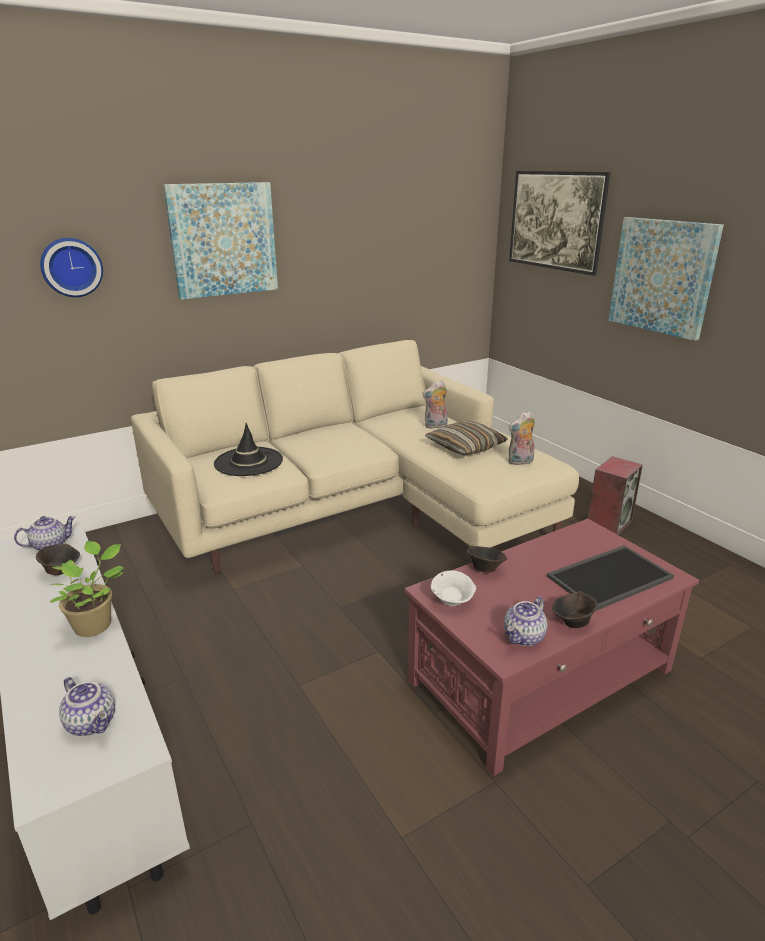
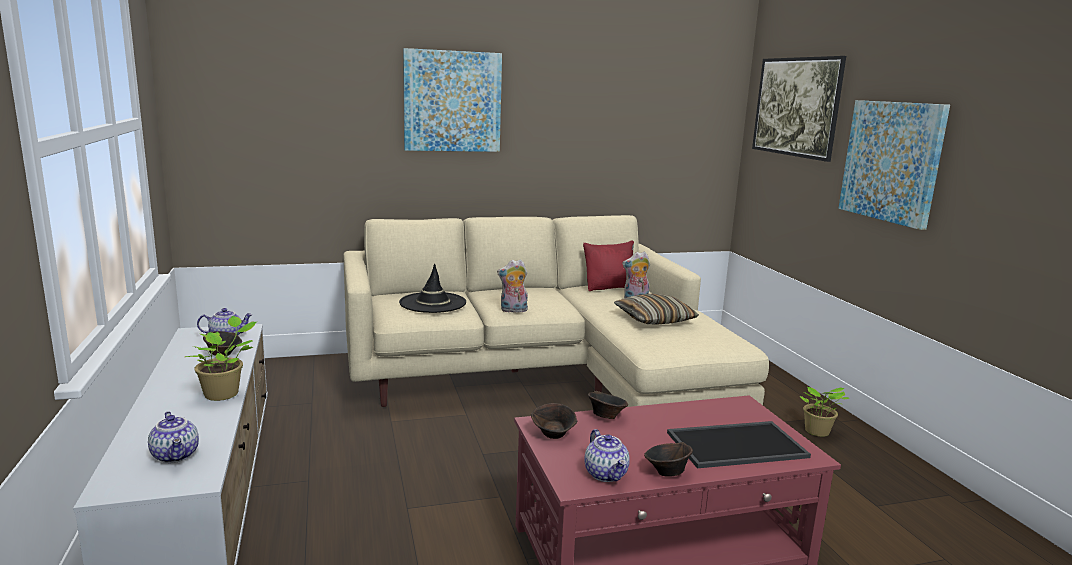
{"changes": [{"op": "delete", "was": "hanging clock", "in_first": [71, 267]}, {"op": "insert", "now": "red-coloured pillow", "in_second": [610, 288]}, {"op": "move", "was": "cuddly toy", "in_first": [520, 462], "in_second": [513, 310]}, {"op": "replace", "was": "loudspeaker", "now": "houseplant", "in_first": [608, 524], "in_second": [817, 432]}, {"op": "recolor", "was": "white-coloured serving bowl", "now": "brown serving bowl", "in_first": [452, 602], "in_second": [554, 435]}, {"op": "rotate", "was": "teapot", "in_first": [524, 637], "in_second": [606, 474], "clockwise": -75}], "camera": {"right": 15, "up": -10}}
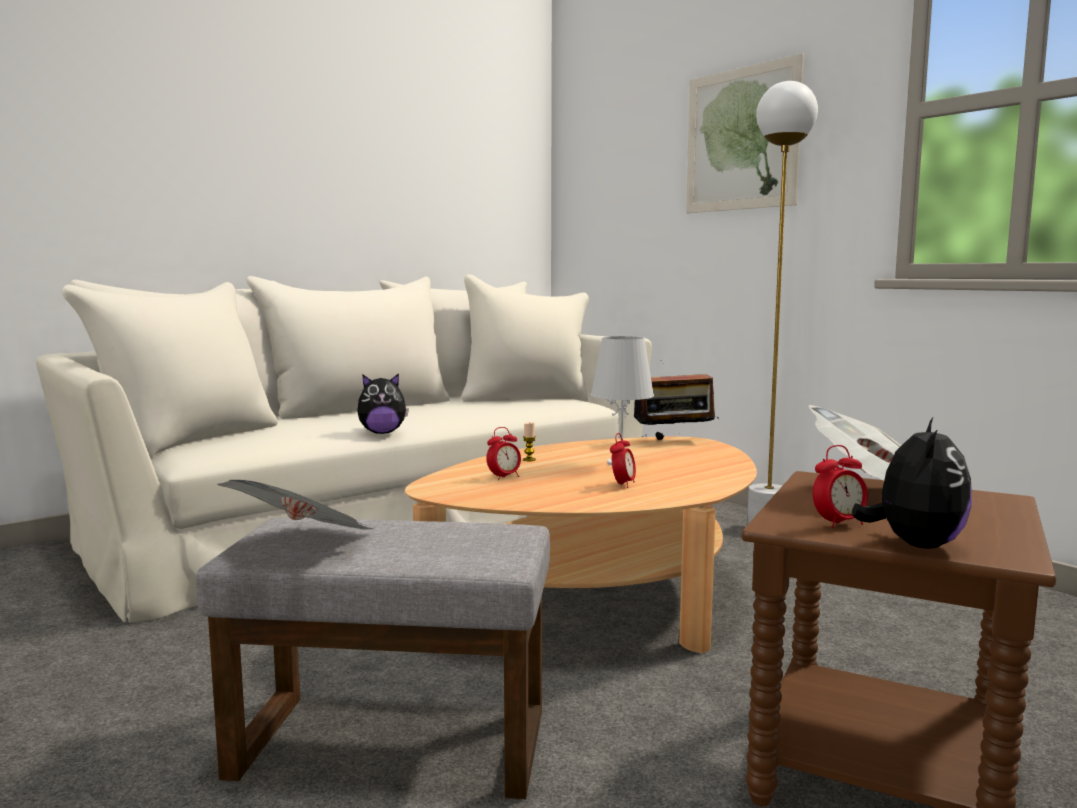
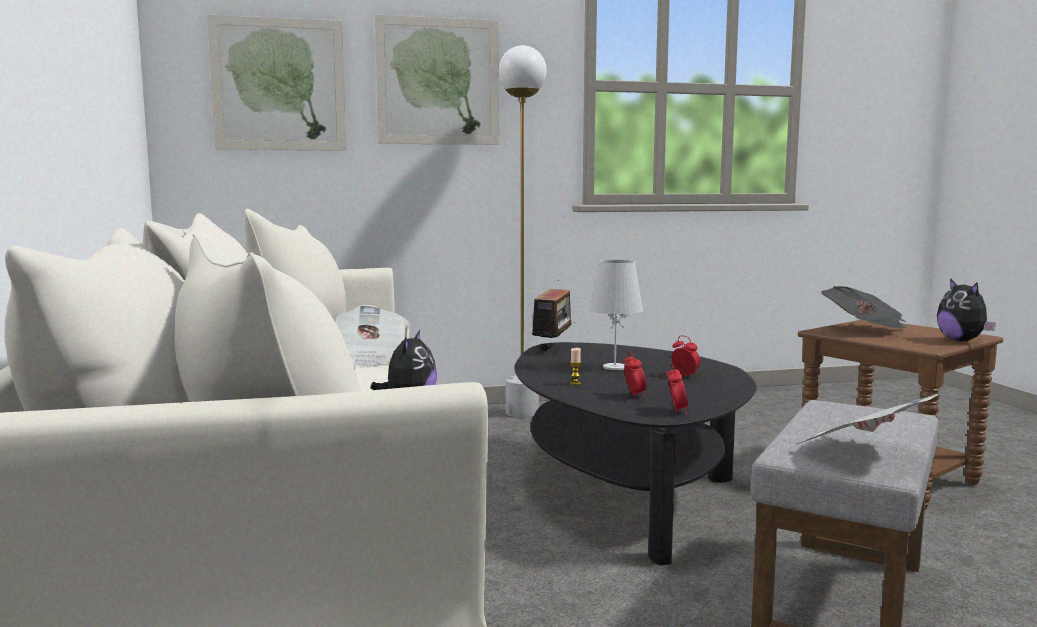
{"changes": [{"op": "insert", "now": "picture", "in_second": [279, 84]}, {"op": "insert", "now": "daily paper", "in_second": [371, 358]}, {"op": "move", "was": "alarm clock", "in_first": [838, 524], "in_second": [676, 411]}, {"op": "recolor", "was": "beige-coloured coffee table", "now": "blackish coffee table", "in_first": [600, 603], "in_second": [624, 488]}, {"op": "rotate", "was": "cuddly toy", "in_first": [914, 544], "in_second": [962, 341], "clockwise": -150}], "camera": {"right": -65, "up": 0}}
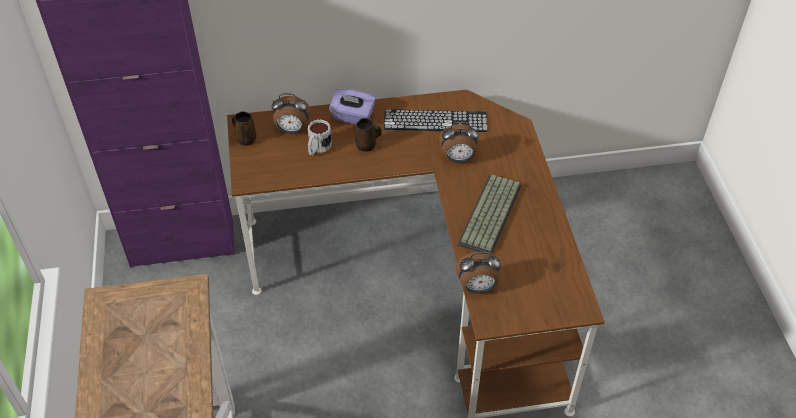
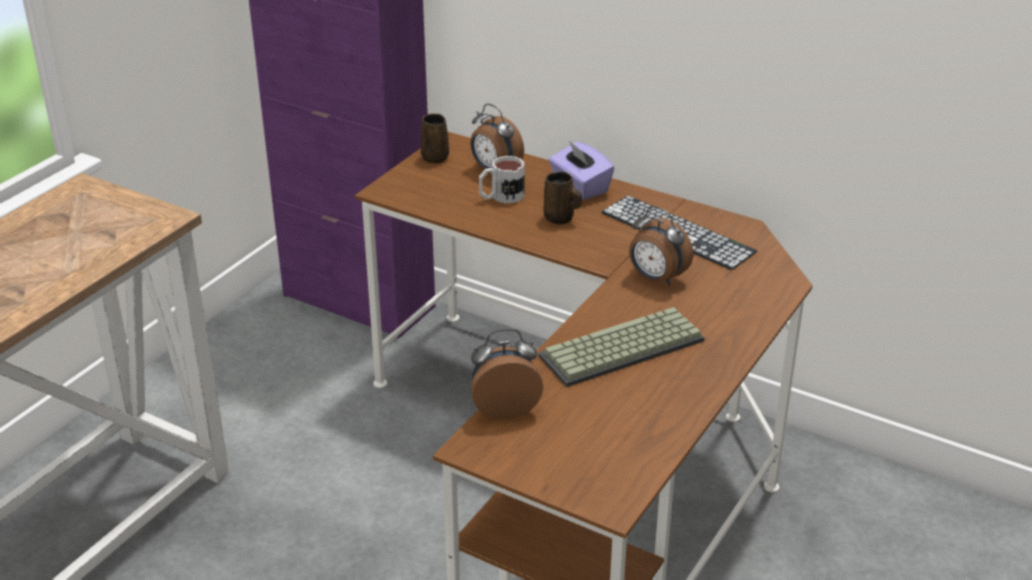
{"changes": [{"op": "rotate", "was": "alarm clock", "in_first": [477, 287], "in_second": [504, 408], "clockwise": 135}], "camera": {"right": 40, "up": -15}}
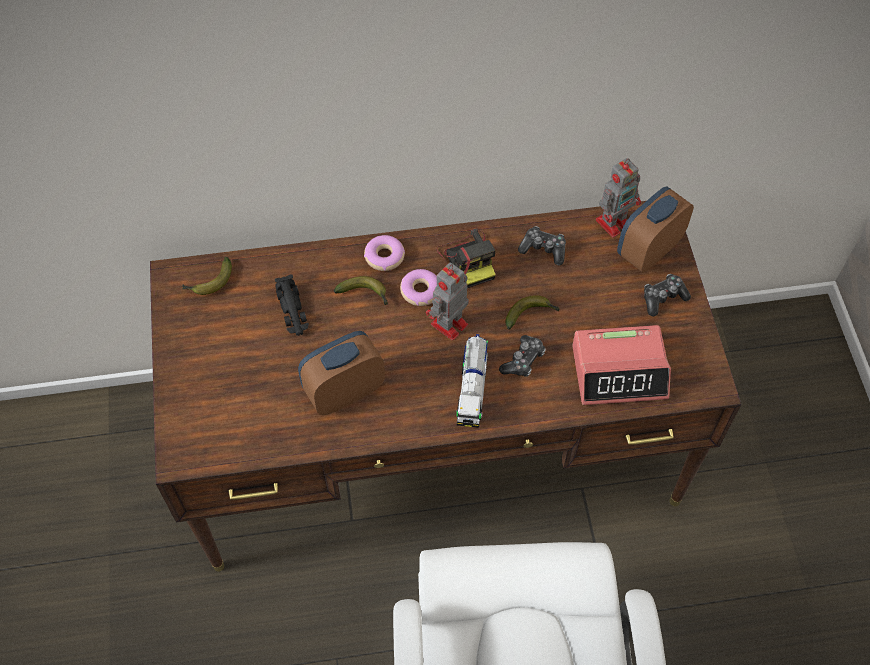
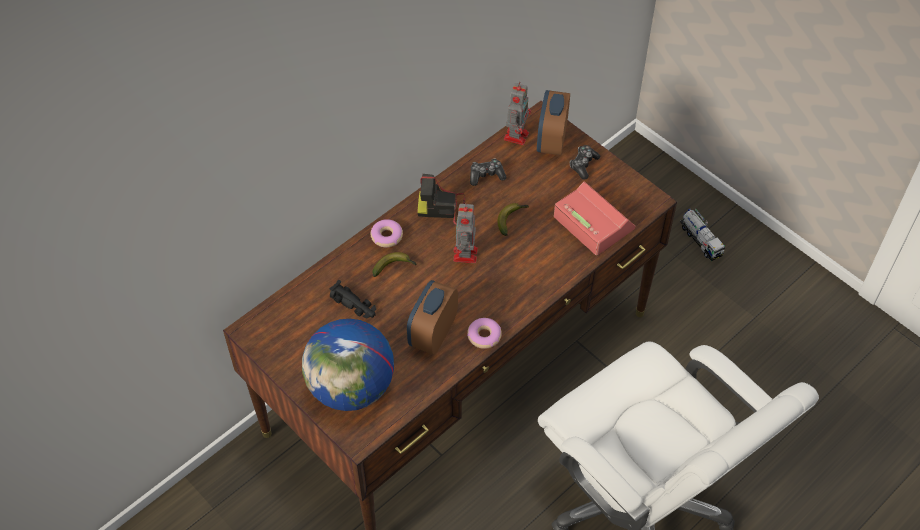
{"changes": [{"op": "delete", "was": "banana", "in_first": [209, 282]}, {"op": "delete", "was": "gamepad", "in_first": [523, 361]}, {"op": "insert", "now": "world globe", "in_second": [351, 388]}, {"op": "move", "was": "donut", "in_first": [420, 291], "in_second": [484, 336]}, {"op": "move", "was": "model truck", "in_first": [472, 389], "in_second": [700, 240]}, {"op": "rotate", "was": "still camera", "in_first": [468, 260], "in_second": [443, 208], "clockwise": 150}, {"op": "rotate", "was": "alarm clock", "in_first": [619, 371], "in_second": [593, 223], "clockwise": -90}], "camera": {"right": -35, "up": -5}}
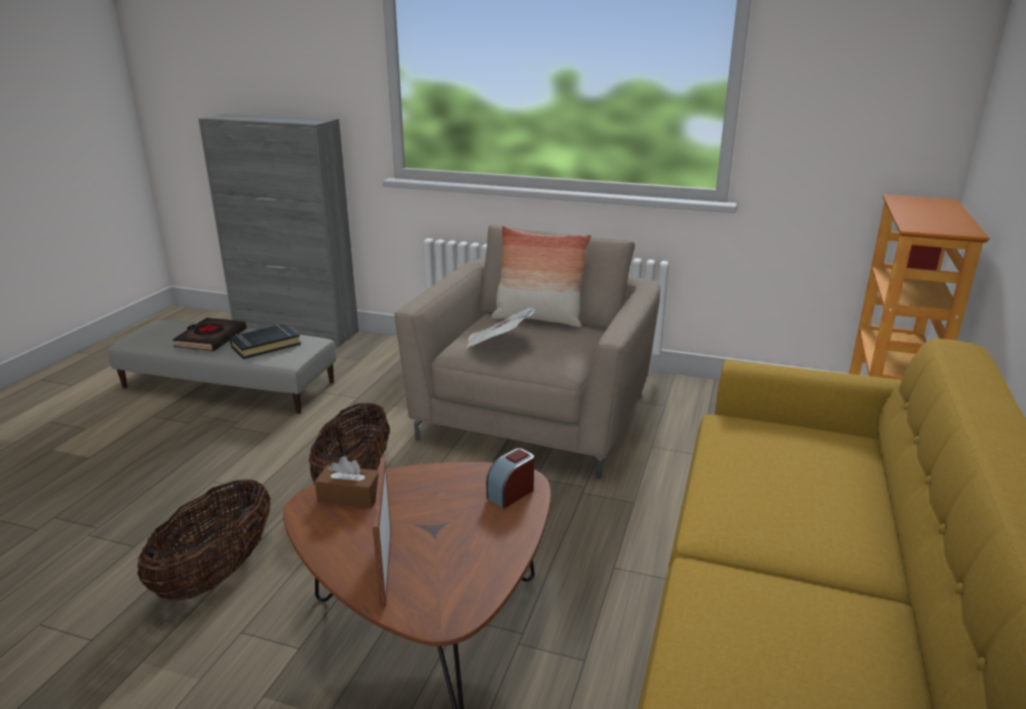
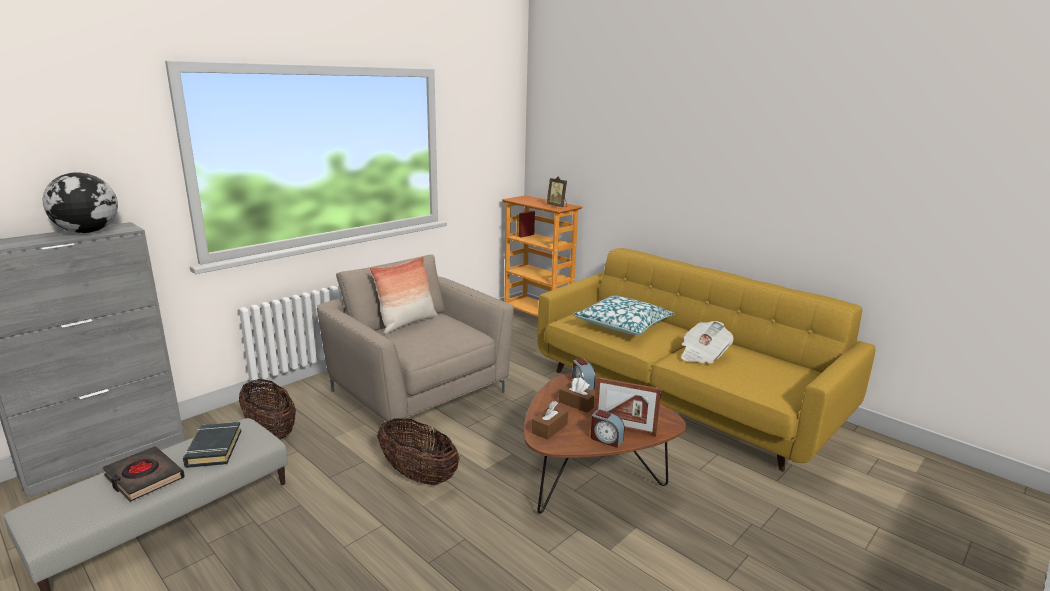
{"changes": [{"op": "insert", "now": "world globe", "in_second": [88, 232]}, {"op": "insert", "now": "picture frame", "in_second": [557, 206]}, {"op": "insert", "now": "brown box of tissues", "in_second": [577, 403]}, {"op": "insert", "now": "pillow", "in_second": [623, 325]}, {"op": "insert", "now": "alarm clock", "in_second": [606, 439]}, {"op": "move", "was": "storage basket", "in_first": [217, 573], "in_second": [270, 431]}, {"op": "move", "was": "daily paper", "in_first": [497, 345], "in_second": [703, 355]}], "camera": {"right": -65, "up": -5}}
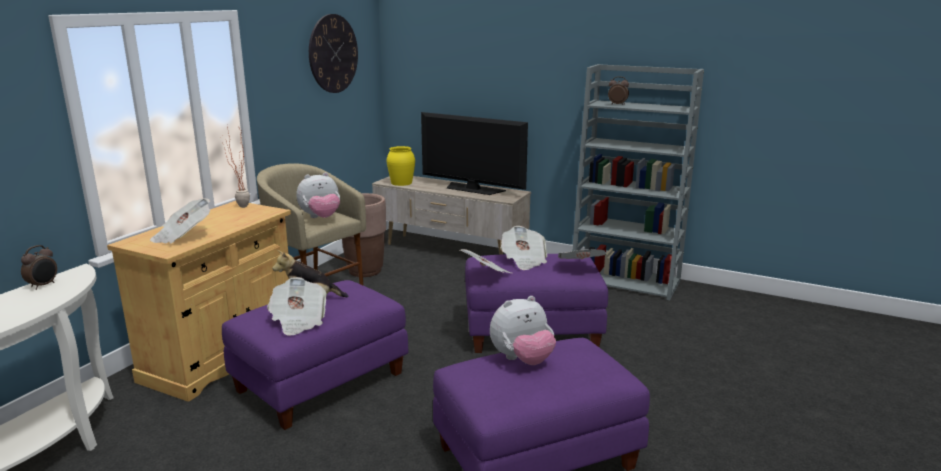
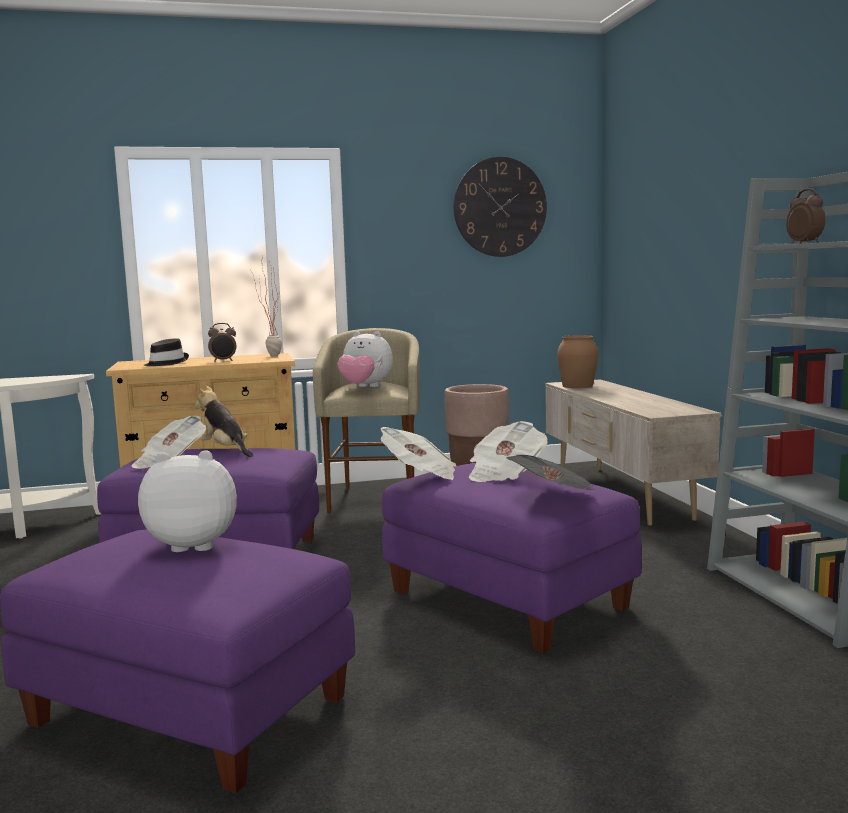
{"changes": [{"op": "delete", "was": "television", "in_first": [473, 189]}, {"op": "move", "was": "alarm clock", "in_first": [43, 285], "in_second": [223, 361]}, {"op": "replace", "was": "daily paper", "now": "blackish wearable hat", "in_first": [183, 236], "in_second": [165, 363]}, {"op": "recolor", "was": "yellow-coloured vase", "now": "brown vase", "in_first": [401, 182], "in_second": [577, 386]}, {"op": "rotate", "was": "cuddly toy", "in_first": [522, 360], "in_second": [194, 545], "clockwise": 150}], "camera": {"right": 50, "up": -10}}
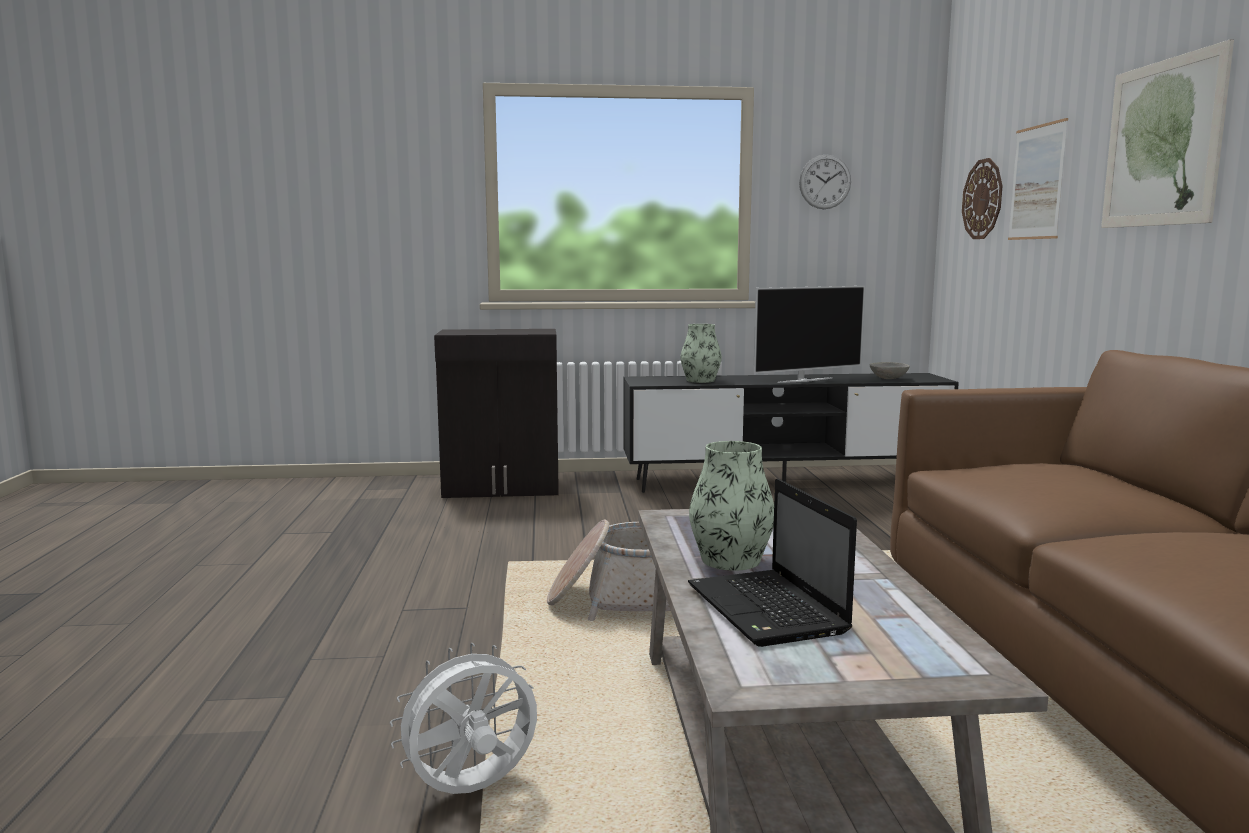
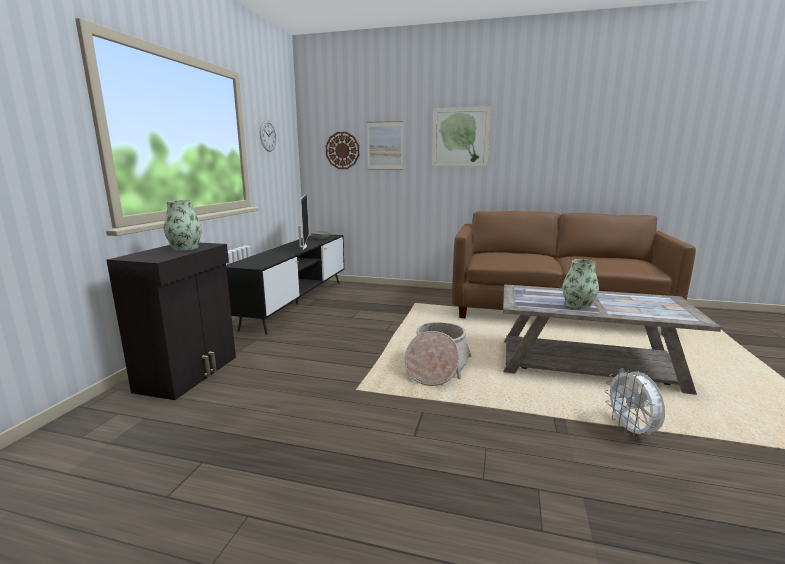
{"changes": [{"op": "delete", "was": "portable computer", "in_first": [768, 610]}, {"op": "move", "was": "vase", "in_first": [700, 380], "in_second": [185, 248]}], "camera": {"right": -70, "up": 5}}
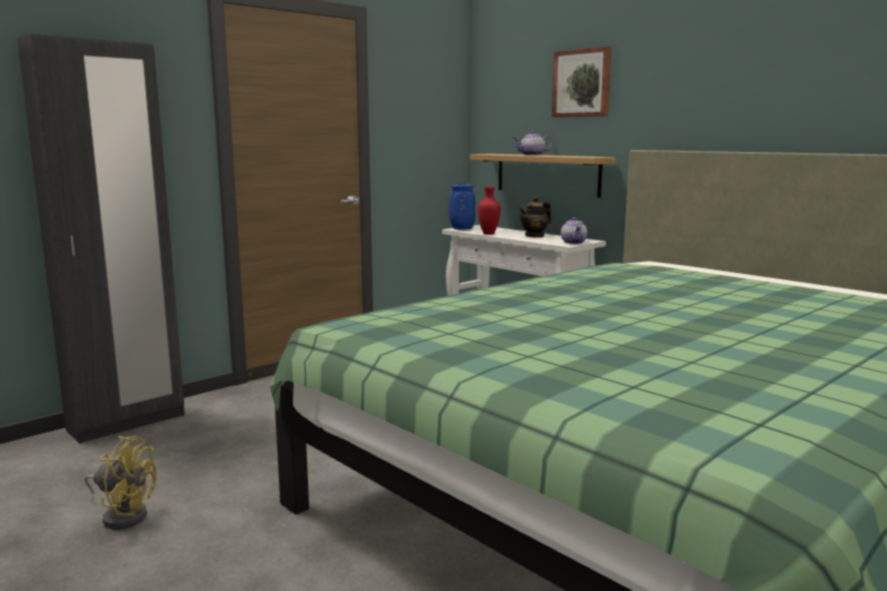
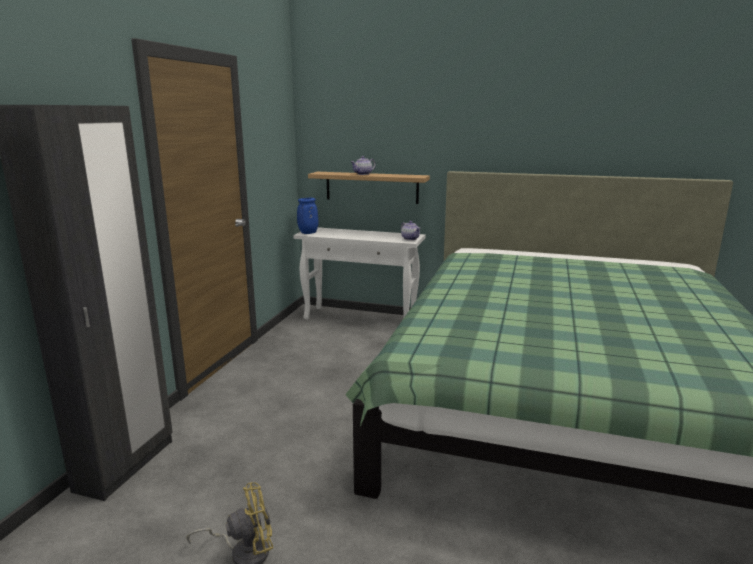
{"changes": [{"op": "delete", "was": "red-coloured vase", "in_first": [489, 234]}, {"op": "delete", "was": "teapot", "in_first": [535, 236]}, {"op": "delete", "was": "picture", "in_first": [582, 83]}], "camera": {"right": -30, "up": 5}}
